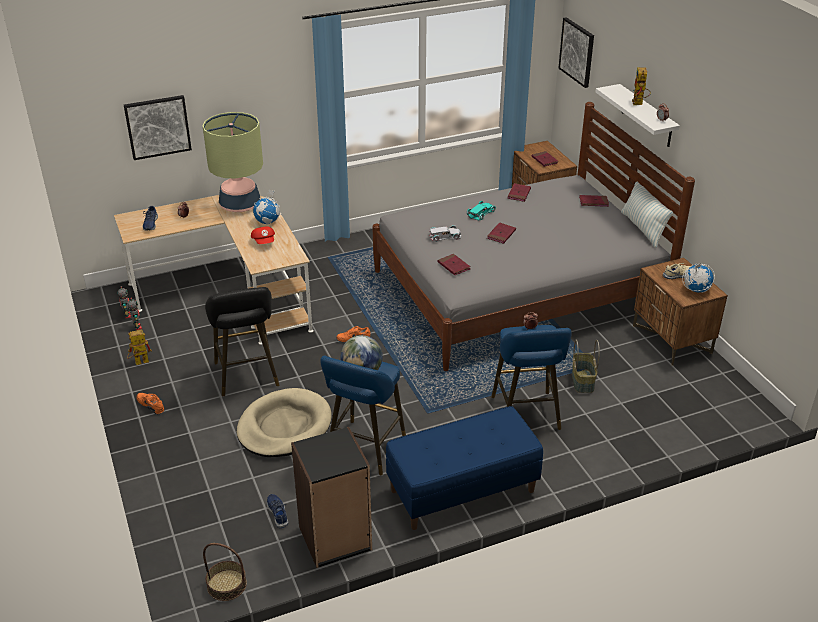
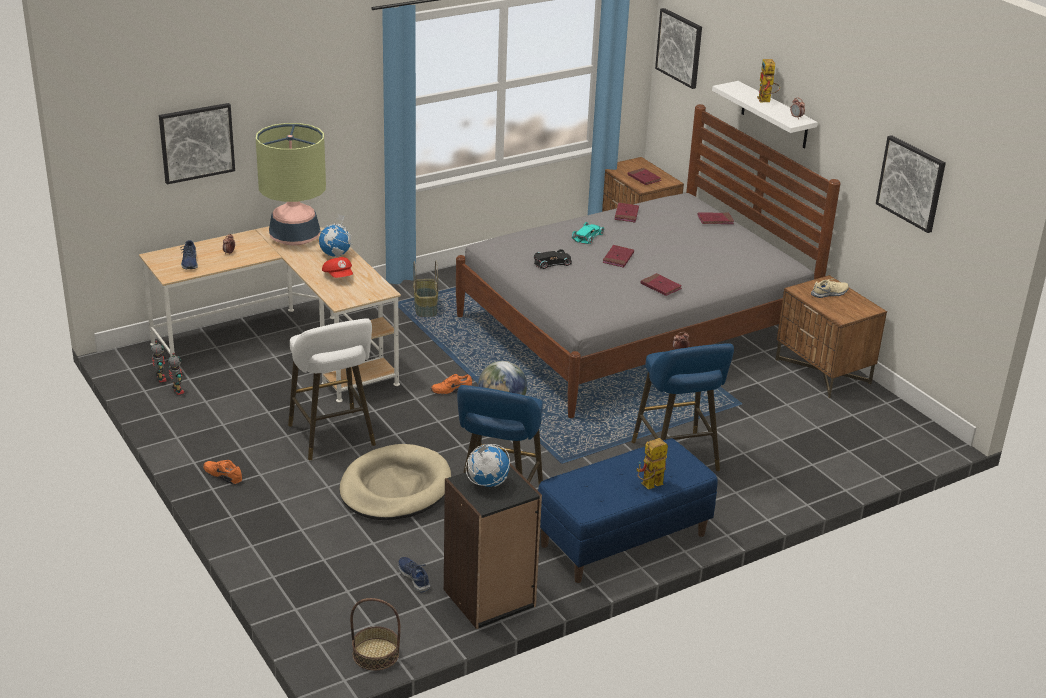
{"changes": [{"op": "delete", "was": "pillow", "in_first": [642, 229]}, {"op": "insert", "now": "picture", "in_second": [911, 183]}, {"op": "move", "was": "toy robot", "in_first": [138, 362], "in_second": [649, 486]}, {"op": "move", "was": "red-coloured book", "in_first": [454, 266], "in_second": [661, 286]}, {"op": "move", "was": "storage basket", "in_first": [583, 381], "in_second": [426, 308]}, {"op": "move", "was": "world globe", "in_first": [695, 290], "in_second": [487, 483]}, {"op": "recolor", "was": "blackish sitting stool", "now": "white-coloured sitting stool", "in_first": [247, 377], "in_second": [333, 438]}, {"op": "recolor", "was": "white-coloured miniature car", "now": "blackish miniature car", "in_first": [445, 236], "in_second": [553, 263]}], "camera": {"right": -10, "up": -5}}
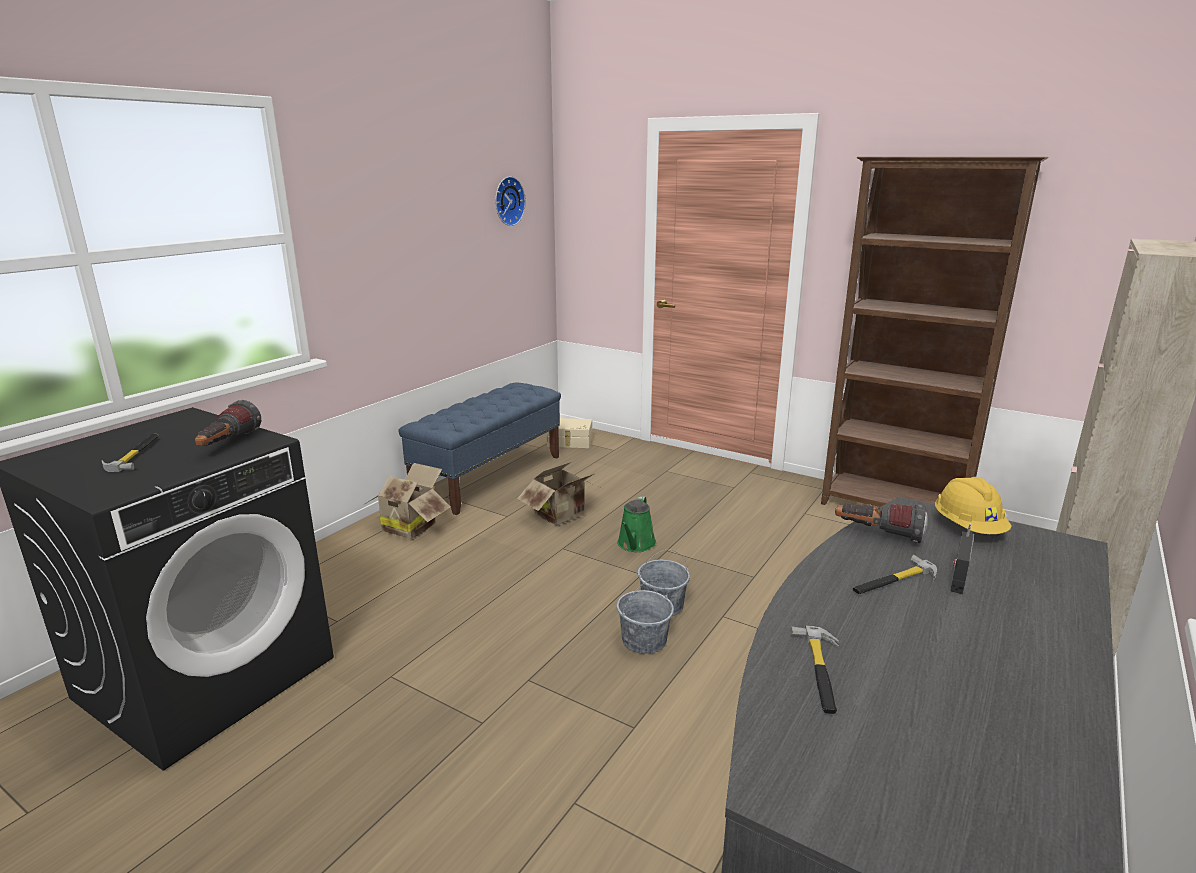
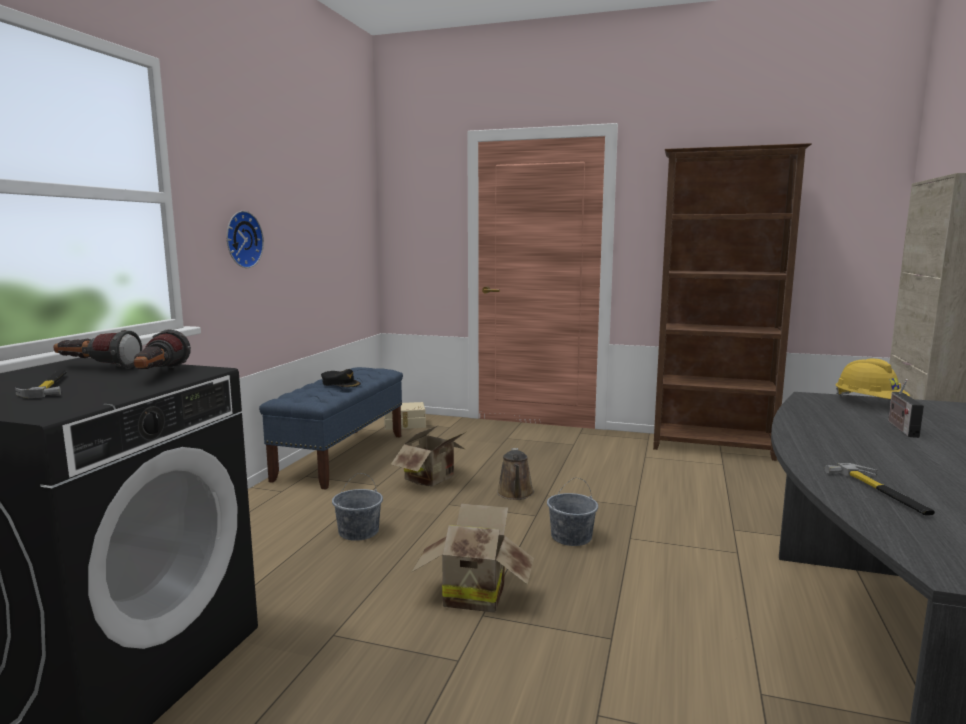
{"changes": [{"op": "delete", "was": "tool hammer", "in_first": [894, 582]}, {"op": "insert", "now": "blackish cap", "in_second": [341, 383]}, {"op": "move", "was": "cardboard box", "in_first": [410, 526], "in_second": [473, 594]}, {"op": "move", "was": "hanging clock", "in_first": [507, 201], "in_second": [241, 239]}, {"op": "move", "was": "greyish pail", "in_first": [644, 640], "in_second": [359, 532]}, {"op": "move", "was": "flashlight", "in_first": [877, 535], "in_second": [97, 367]}, {"op": "recolor", "was": "greenish watering pot", "now": "brown watering pot", "in_first": [635, 545], "in_second": [515, 494]}], "camera": {"right": -15, "up": -10}}
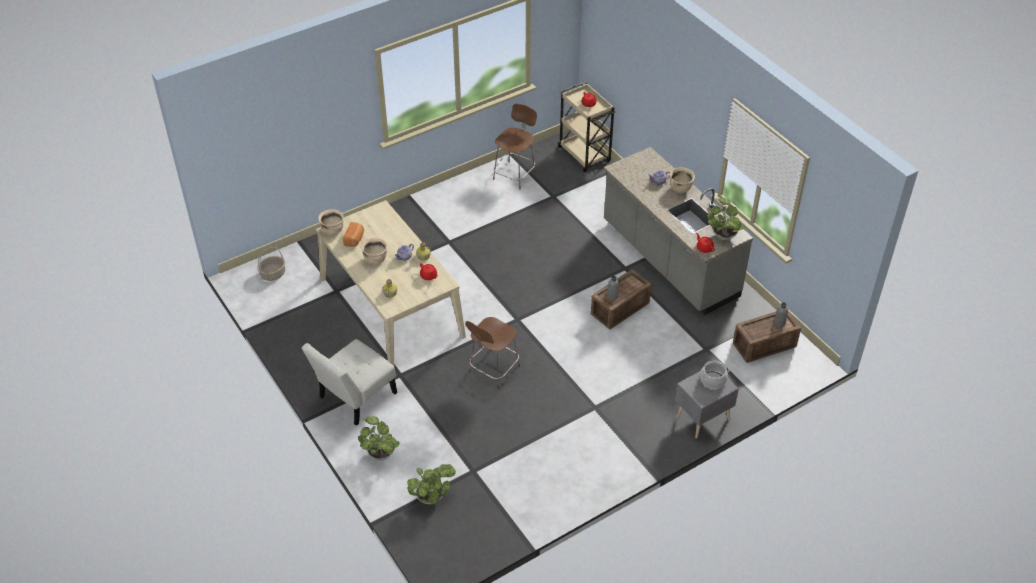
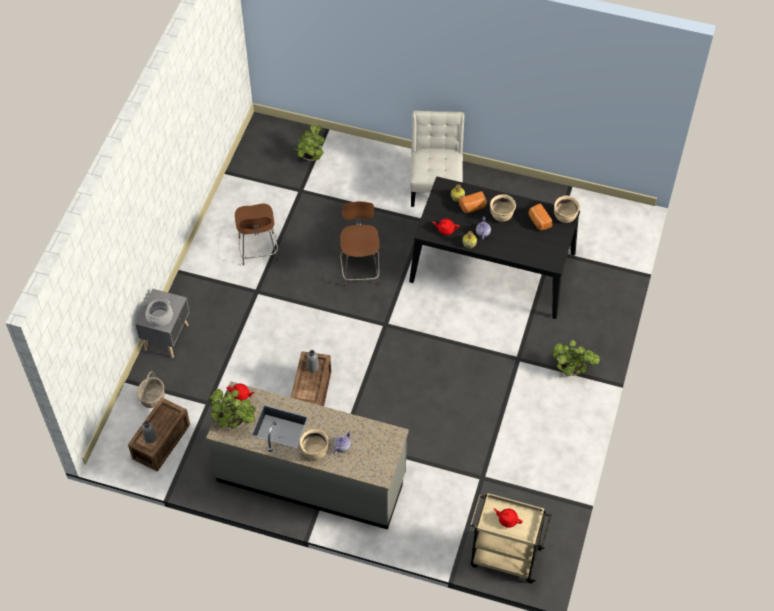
{"changes": [{"op": "insert", "now": "baked bread", "in_second": [473, 207]}, {"op": "move", "was": "storage basket", "in_first": [273, 274], "in_second": [152, 397]}, {"op": "move", "was": "houseplant", "in_first": [380, 453], "in_second": [572, 370]}, {"op": "move", "was": "brown sitting stool", "in_first": [515, 174], "in_second": [258, 250]}, {"op": "recolor", "was": "beige-coloured kitchen table", "now": "blackish kitchen table", "in_first": [391, 307], "in_second": [492, 267]}], "camera": {"right": 140, "up": 10}}
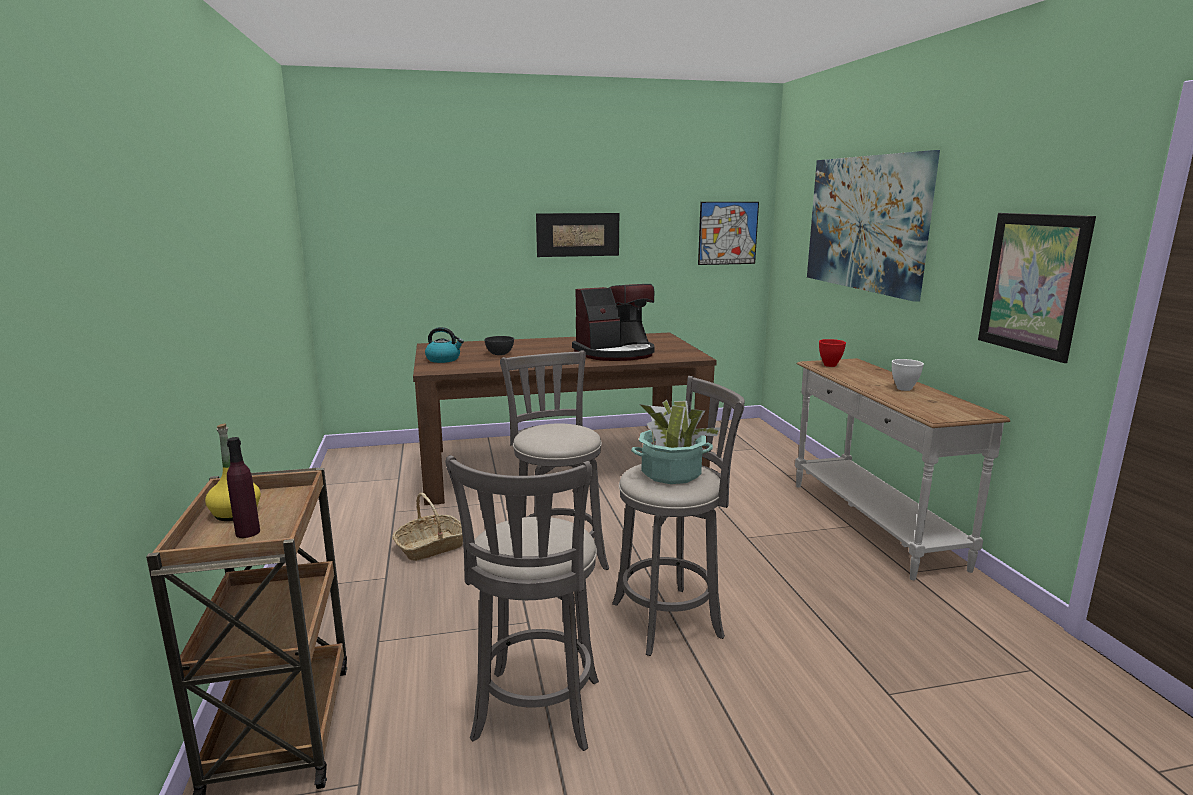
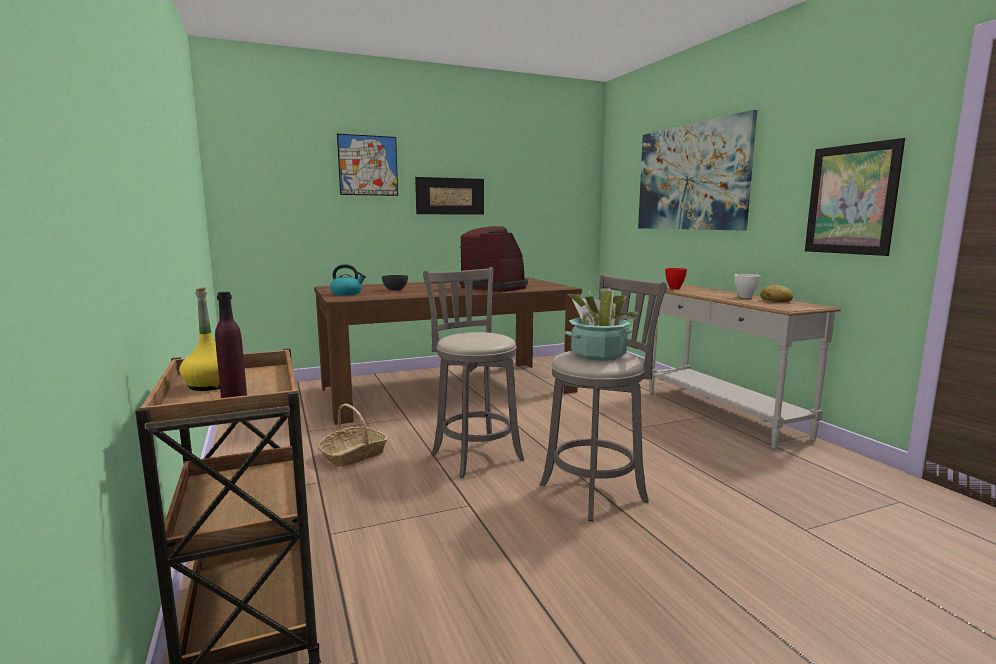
{"changes": [{"op": "delete", "was": "greyish sitting stool", "in_first": [536, 714]}, {"op": "insert", "now": "baked bread", "in_second": [776, 301]}, {"op": "move", "was": "picture", "in_first": [728, 233], "in_second": [368, 165]}, {"op": "rotate", "was": "coffee machine", "in_first": [615, 353], "in_second": [495, 287], "clockwise": -105}], "camera": {"right": -10, "up": -5}}
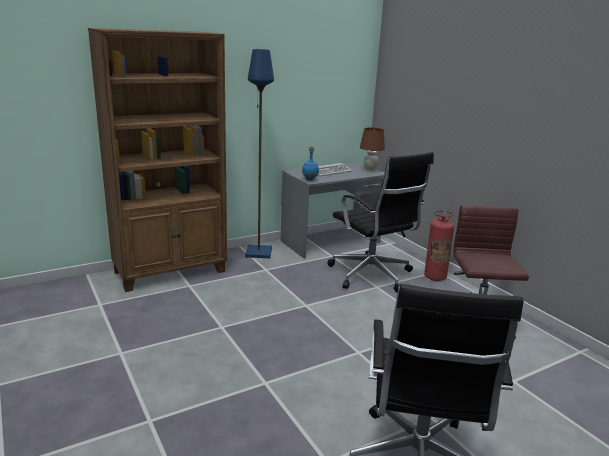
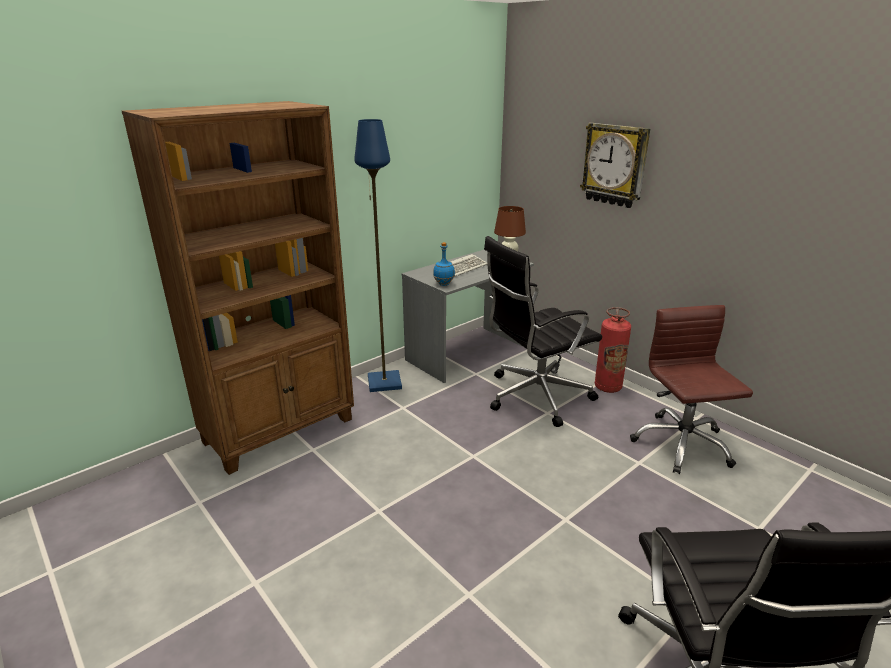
{"changes": [{"op": "insert", "now": "hanging clock", "in_second": [615, 165]}, {"op": "rotate", "was": "blackish computer chair", "in_first": [372, 275], "in_second": [535, 396], "clockwise": 105}], "camera": {"right": -10, "up": 5}}
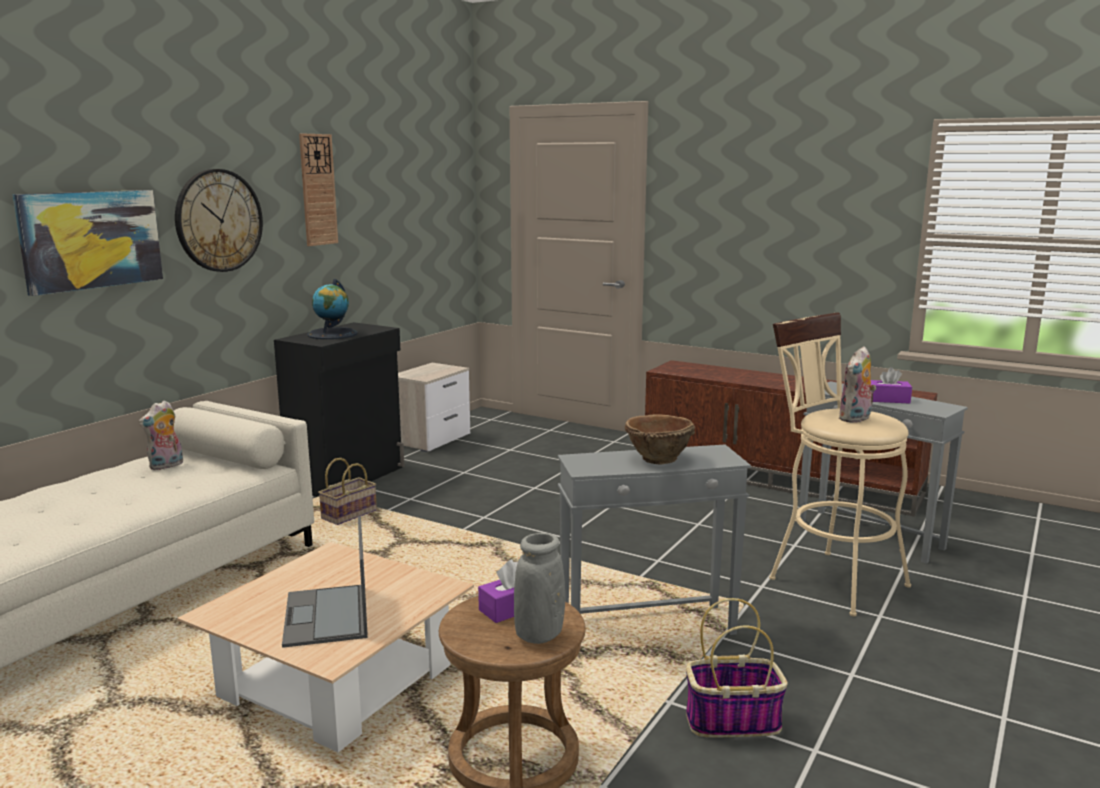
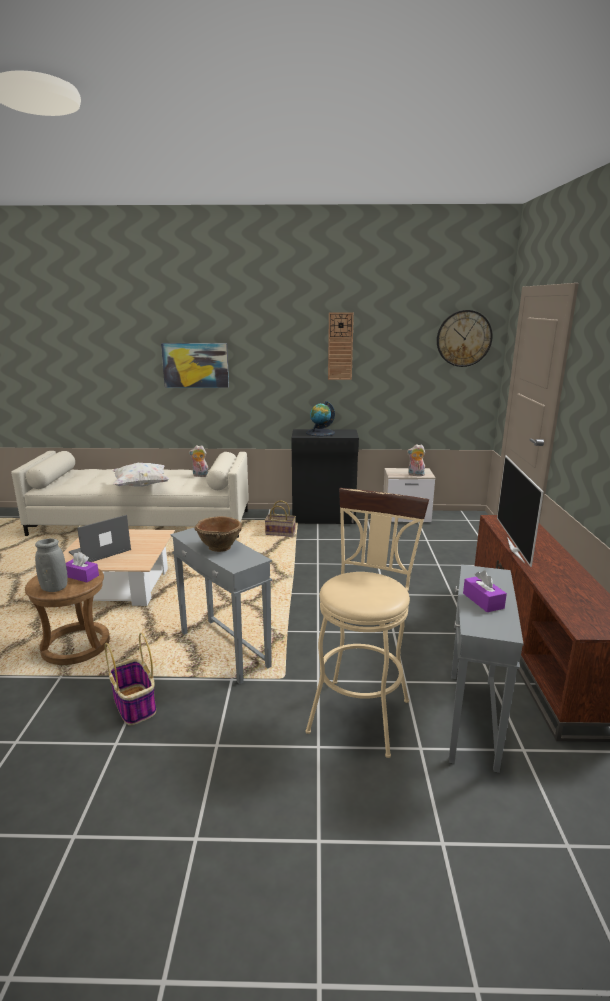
{"changes": [{"op": "insert", "now": "white-coloured pillow", "in_second": [141, 486]}, {"op": "insert", "now": "television", "in_second": [516, 549]}, {"op": "move", "was": "hanging clock", "in_first": [218, 220], "in_second": [464, 338]}, {"op": "move", "was": "cuddly toy", "in_first": [856, 419], "in_second": [415, 475]}], "camera": {"right": 60, "up": 5}}
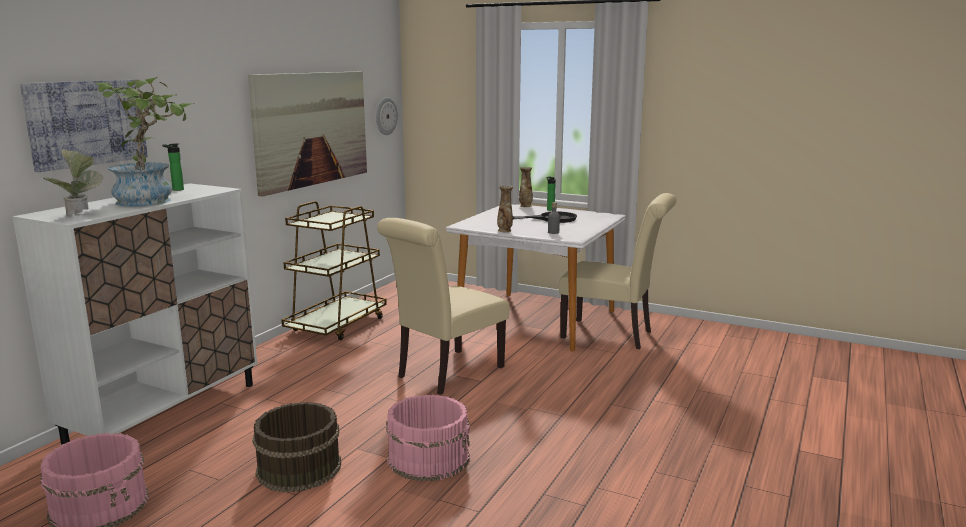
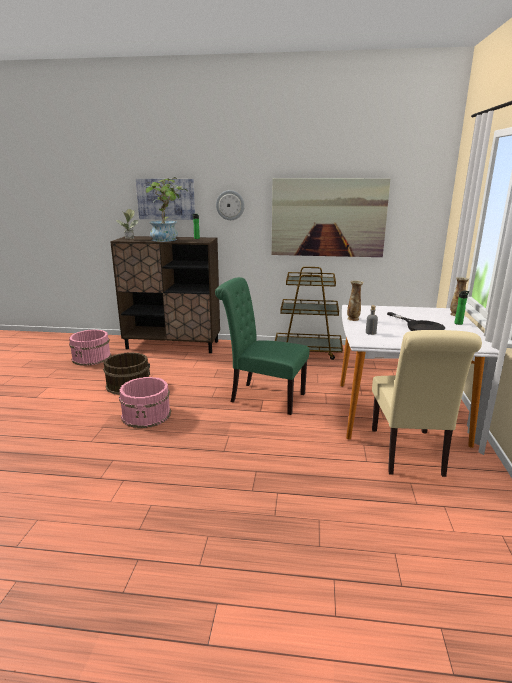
{"changes": [{"op": "move", "was": "hanging clock", "in_first": [385, 116], "in_second": [230, 205]}, {"op": "recolor", "was": "white-coloured storage cabinet", "now": "brown storage cabinet", "in_first": [166, 412], "in_second": [173, 345]}, {"op": "recolor", "was": "beige-coloured chair", "now": "greenish chair", "in_first": [445, 373], "in_second": [263, 397]}], "camera": {"right": 70, "up": 5}}
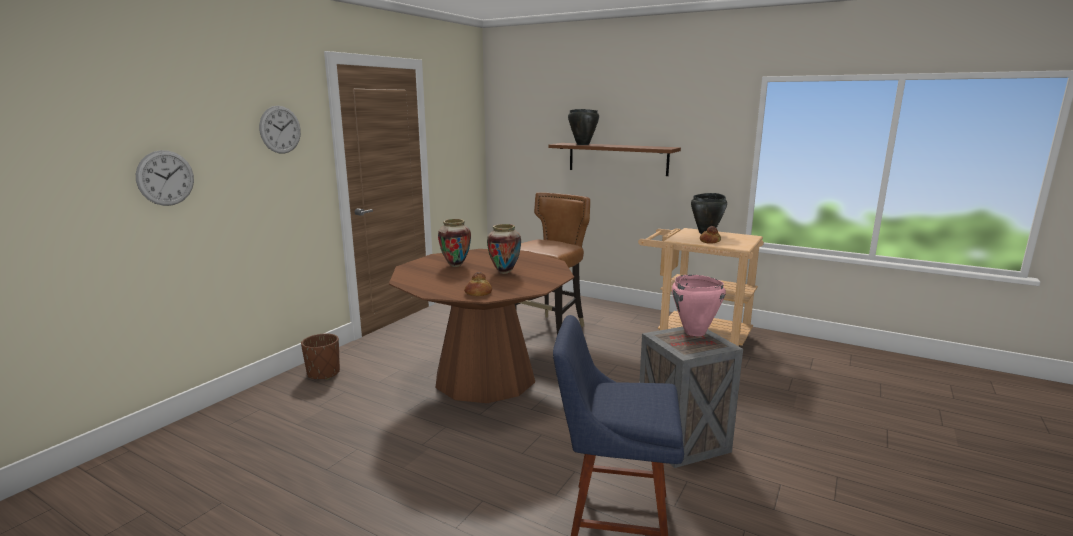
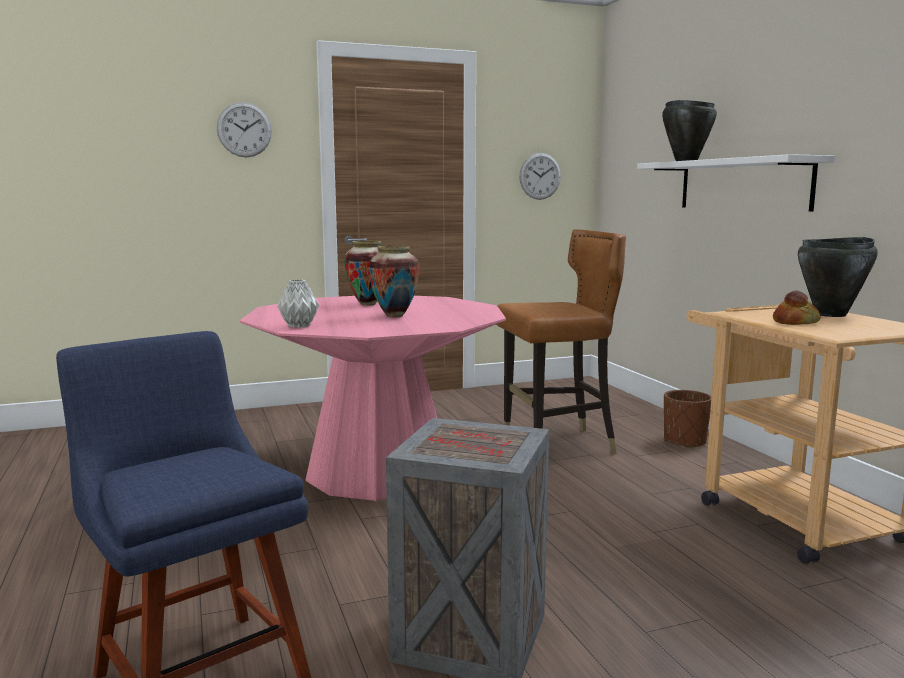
{"changes": [{"op": "delete", "was": "pink cooking pot", "in_first": [694, 332]}, {"op": "move", "was": "hanging clock", "in_first": [165, 178], "in_second": [540, 176]}, {"op": "move", "was": "brown plant pot", "in_first": [323, 373], "in_second": [684, 441]}, {"op": "replace", "was": "baked bread", "now": "greyish vase", "in_first": [478, 293], "in_second": [299, 326]}, {"op": "recolor", "was": "brown kitchen table", "now": "pink kitchen table", "in_first": [485, 377], "in_second": [379, 470]}, {"op": "recolor", "was": "brown bracket shelf", "now": "white-coloured bracket shelf", "in_first": [617, 158], "in_second": [742, 184]}], "camera": {"right": 40, "up": -5}}
